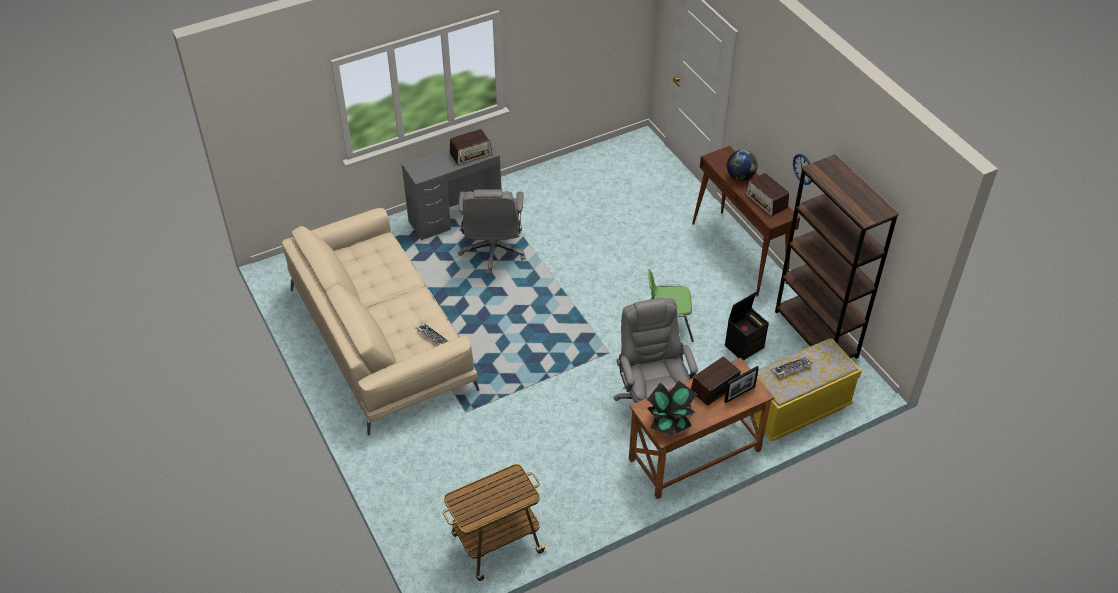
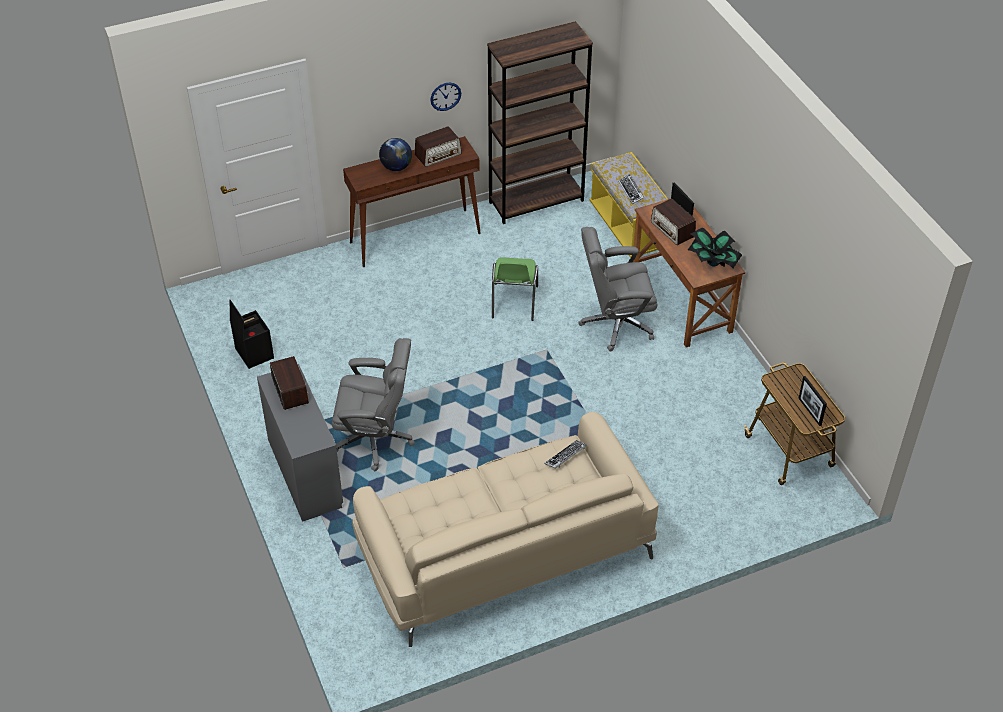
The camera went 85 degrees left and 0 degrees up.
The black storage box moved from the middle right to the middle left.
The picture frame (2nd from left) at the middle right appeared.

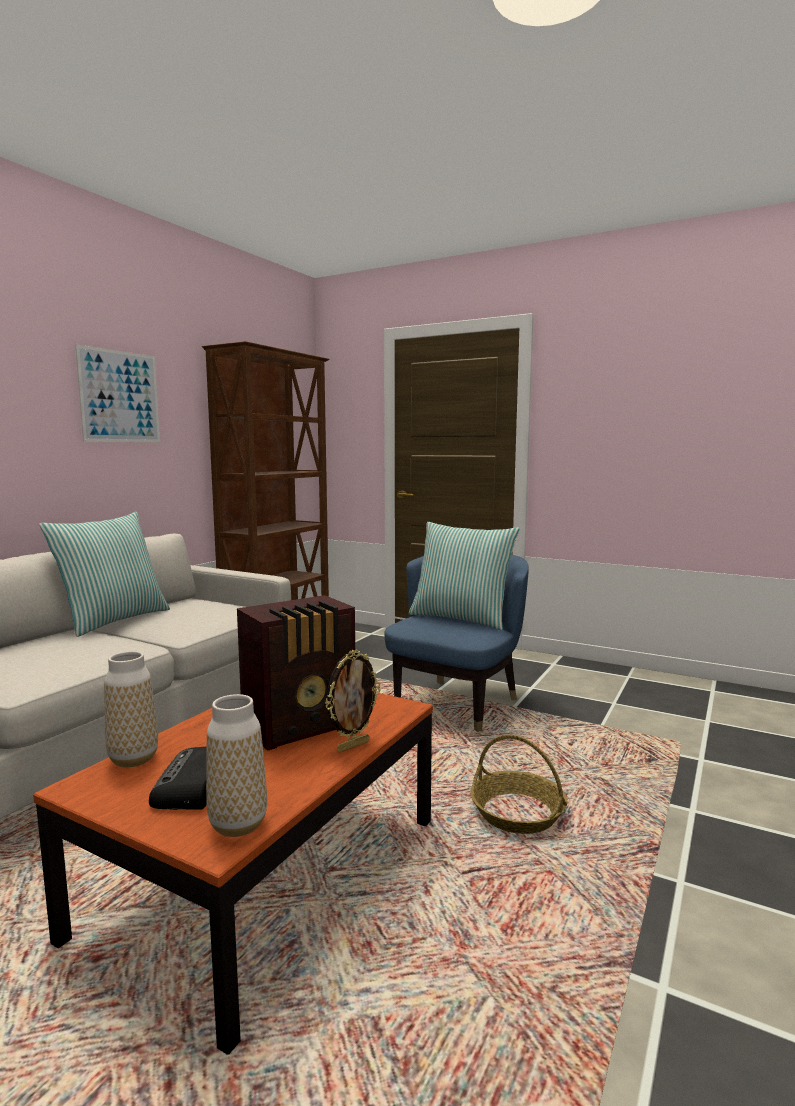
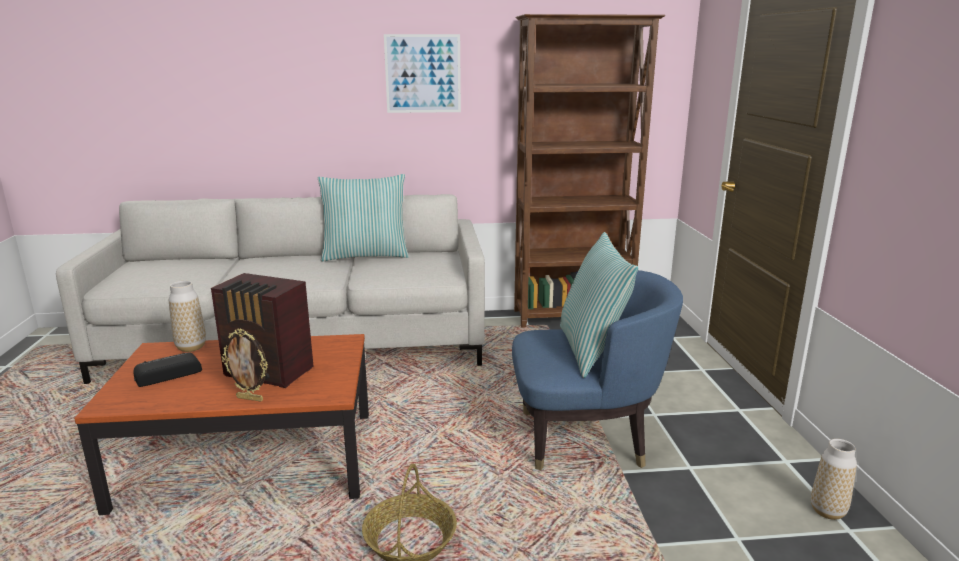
The camera went 55 degrees right and 10 degrees up.
The vase (2nd from left) moved from the bottom left to the bottom right.

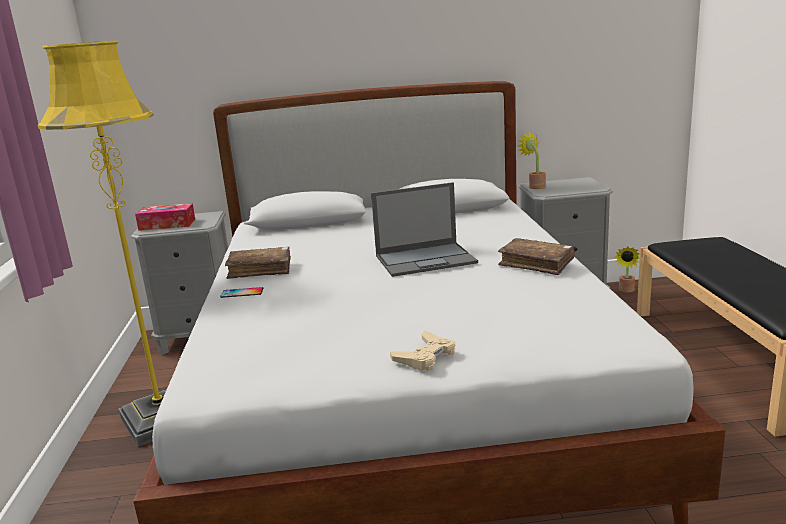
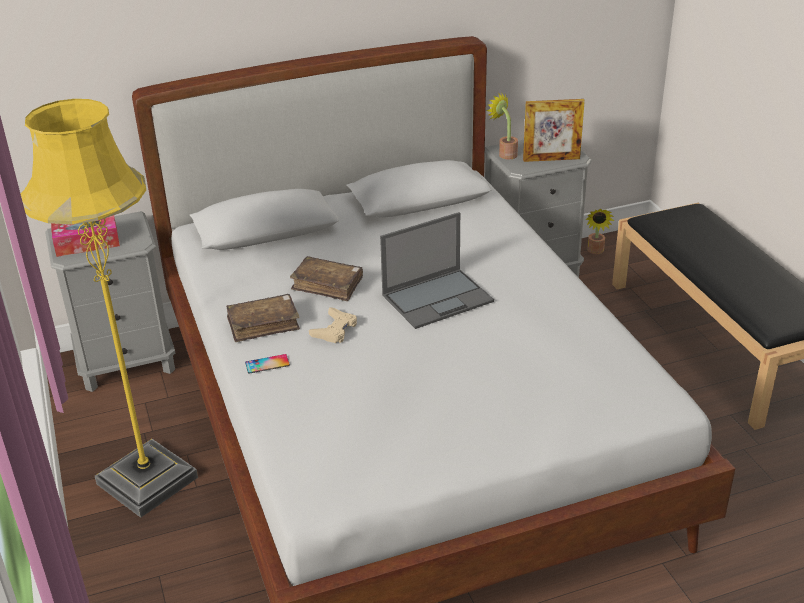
The camera went 15 degrees left and 15 degrees up.
The brown book (2nd from left) moved from the middle right to the centre.
The beige game controller moved from the bottom centre to the centre.
The picture frame at the top right appeared.

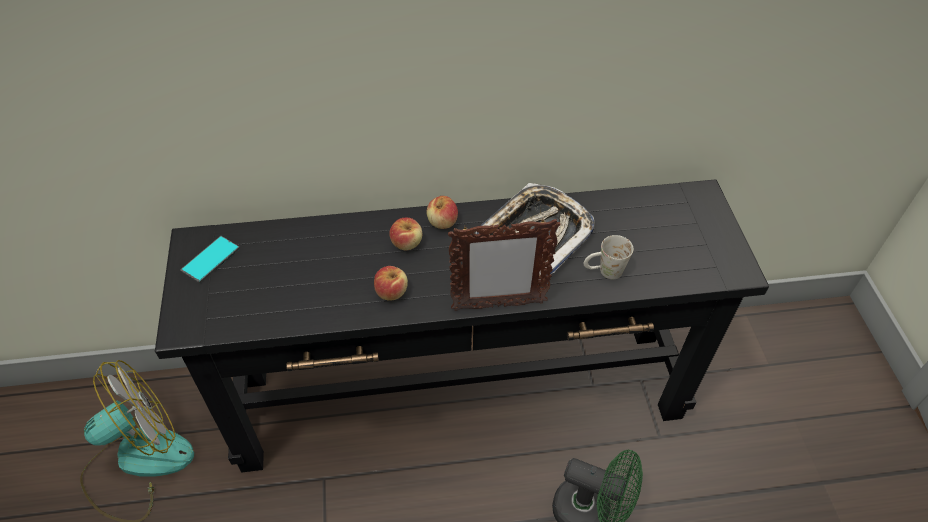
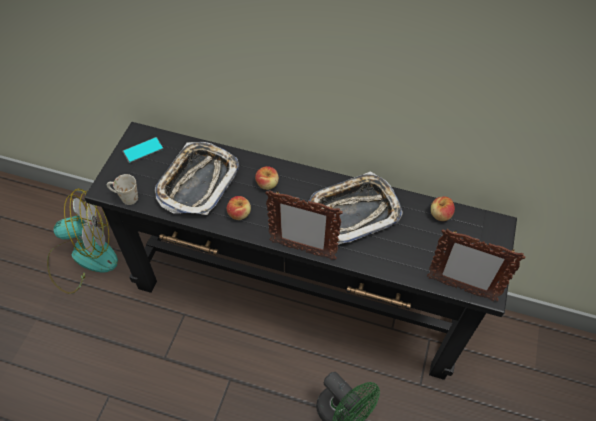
The camera went 25 degrees right and 5 degrees up.
The apple (3rd from left) moved from the centre to the middle right.
The white mug moved from the centre to the middle left.
The tray (1st from left) at the middle left appeared.
The picture frame (2nd from left) at the middle right appeared.

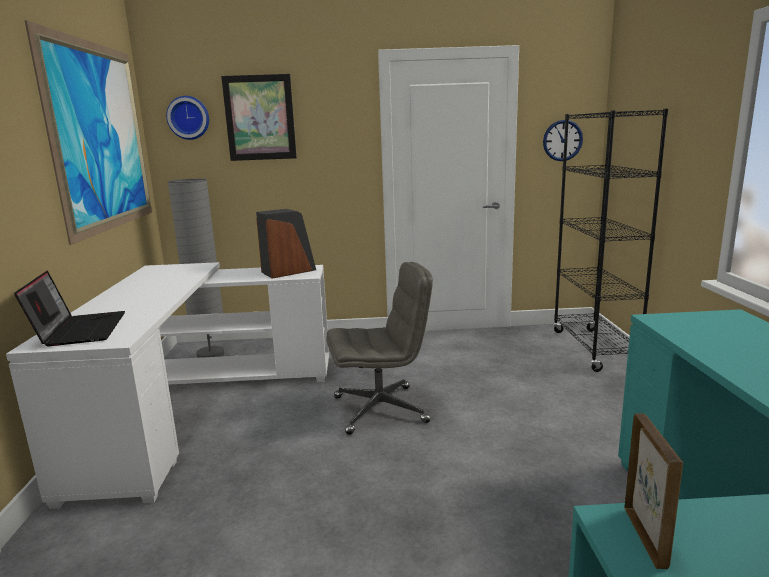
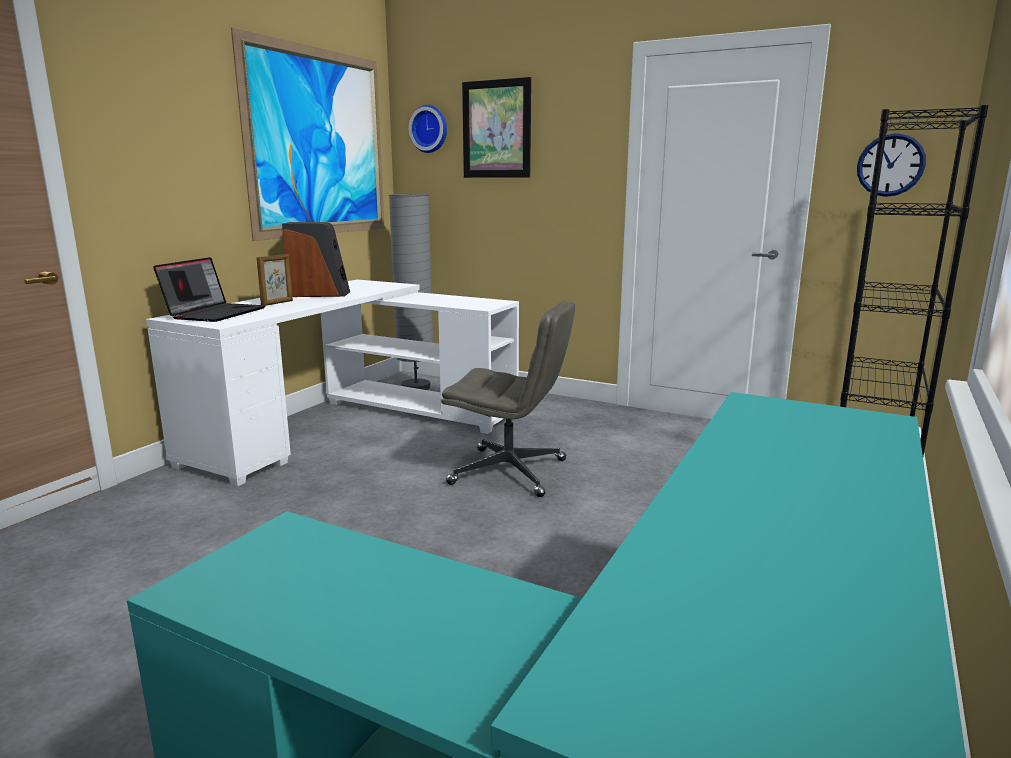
The camera went 30 degrees right and 0 degrees up.
The speaker moved from the centre to the middle left.
The picture frame moved from the bottom right to the middle left.

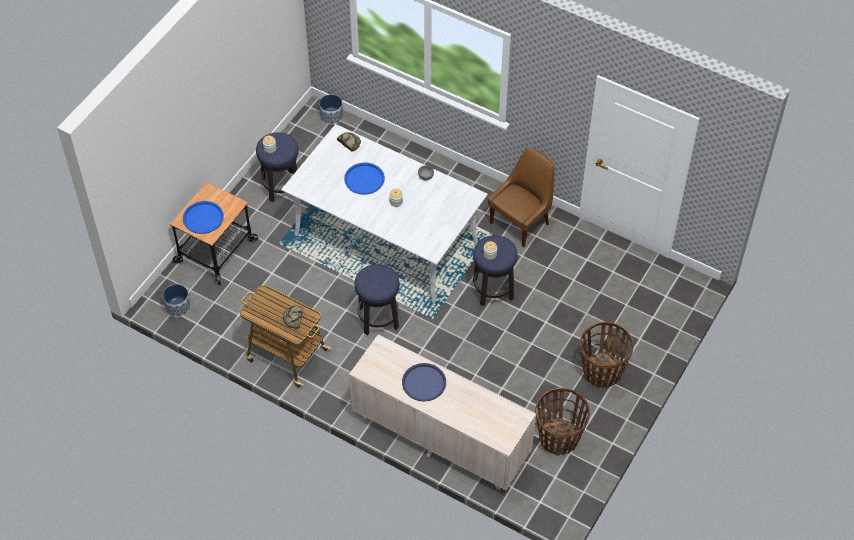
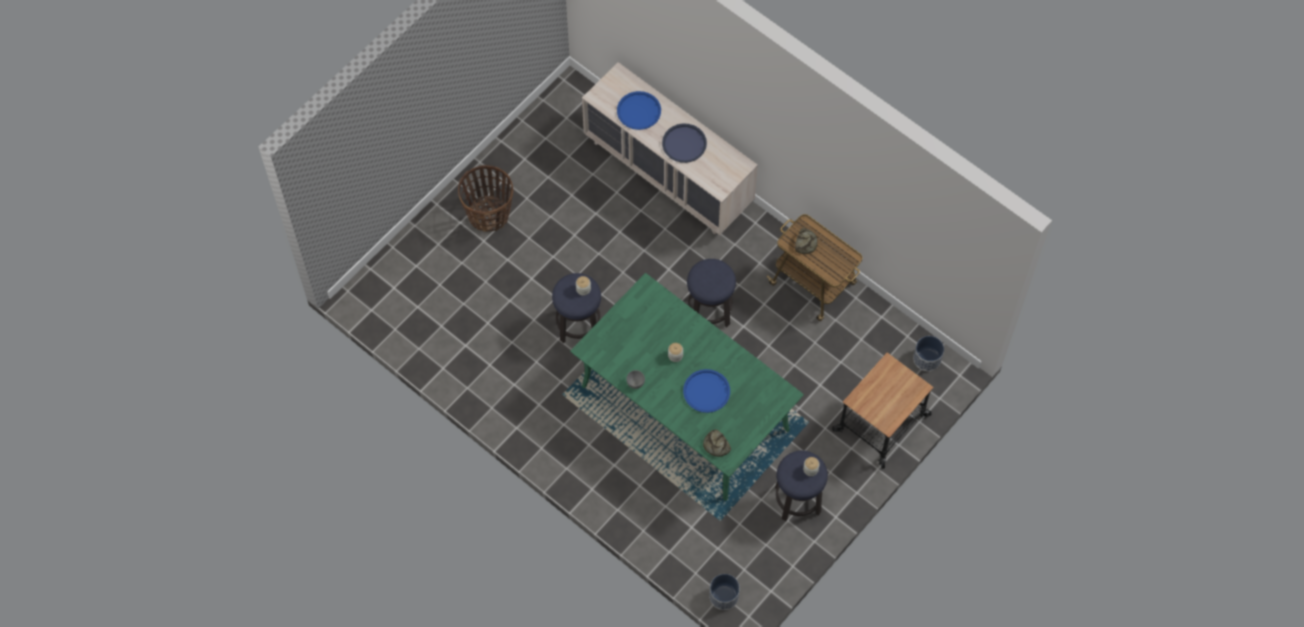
The camera went 170 degrees left and 10 degrees up.
The white dining table at the centre became the green dining table at the centre.
The brown chair at the centre disappeared.
The blue tray (1st from left) moved from the middle left to the top centre.
The basket (1st from left) at the bottom centre disappeared.

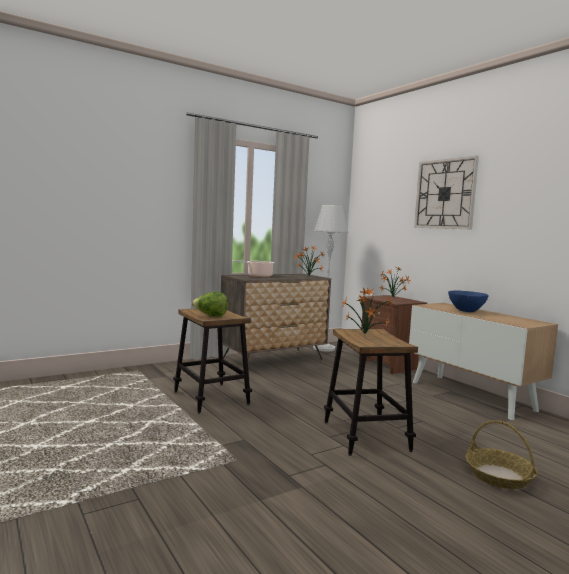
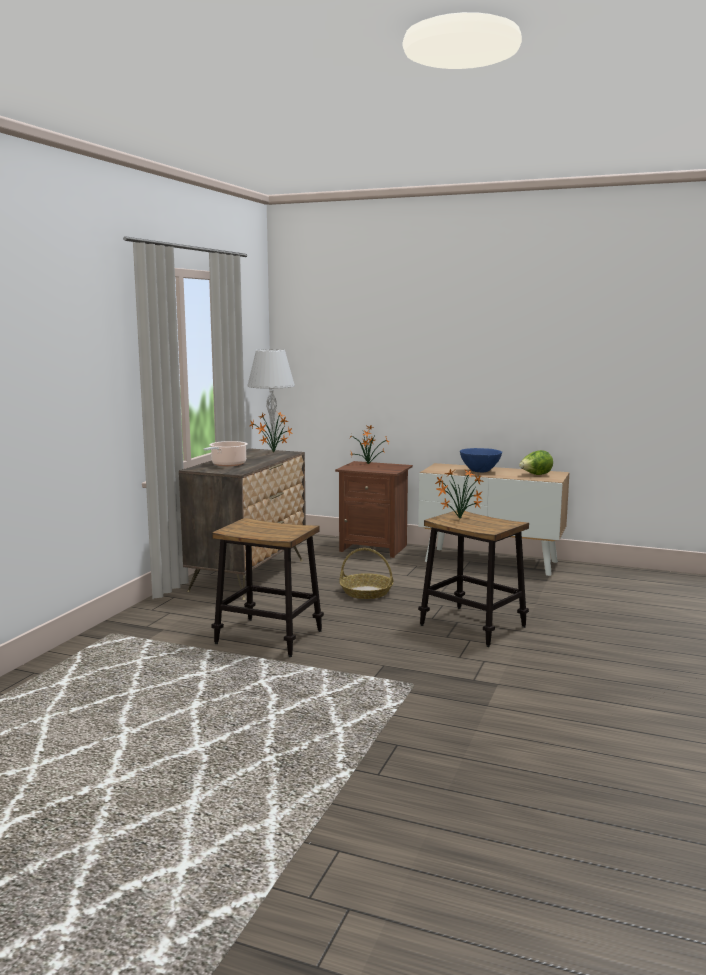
The camera went 35 degrees left and 5 degrees up.
The wall clock at the middle right disappeared.
The lettuce moved from the centre to the middle right.
The basket moved from the bottom right to the centre.

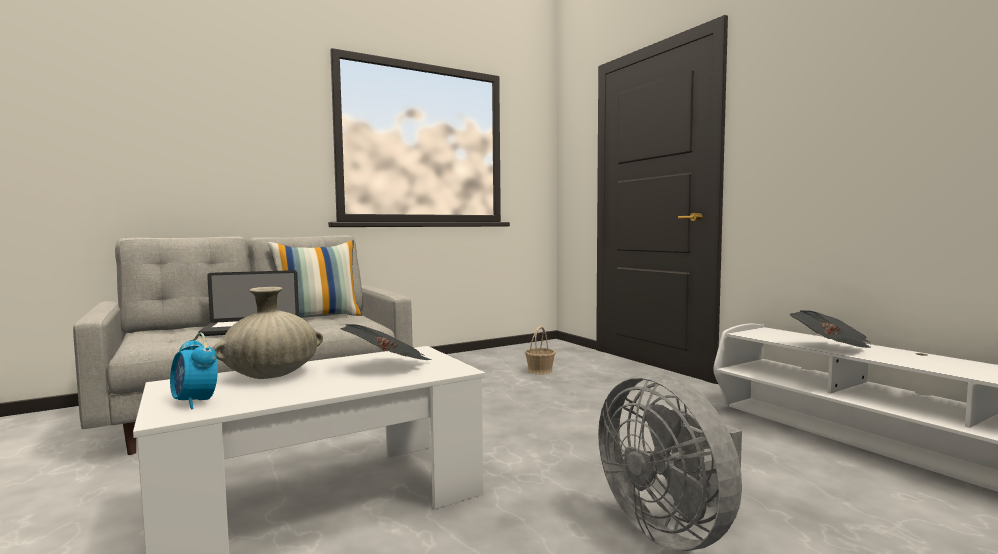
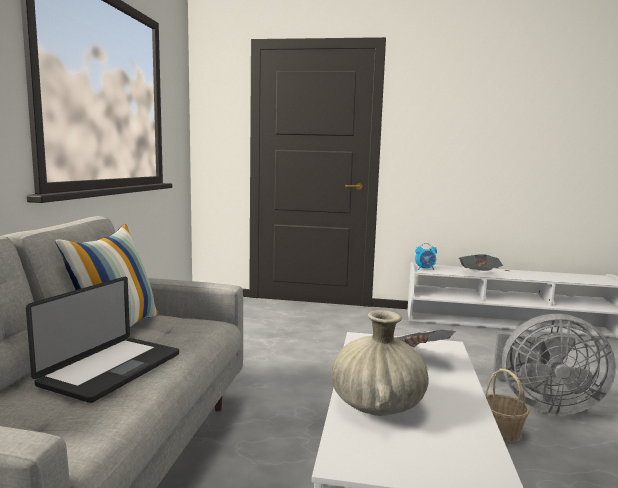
The camera went 50 degrees left and 5 degrees up.
The basket moved from the centre to the bottom right.
The alarm clock moved from the bottom left to the middle right.

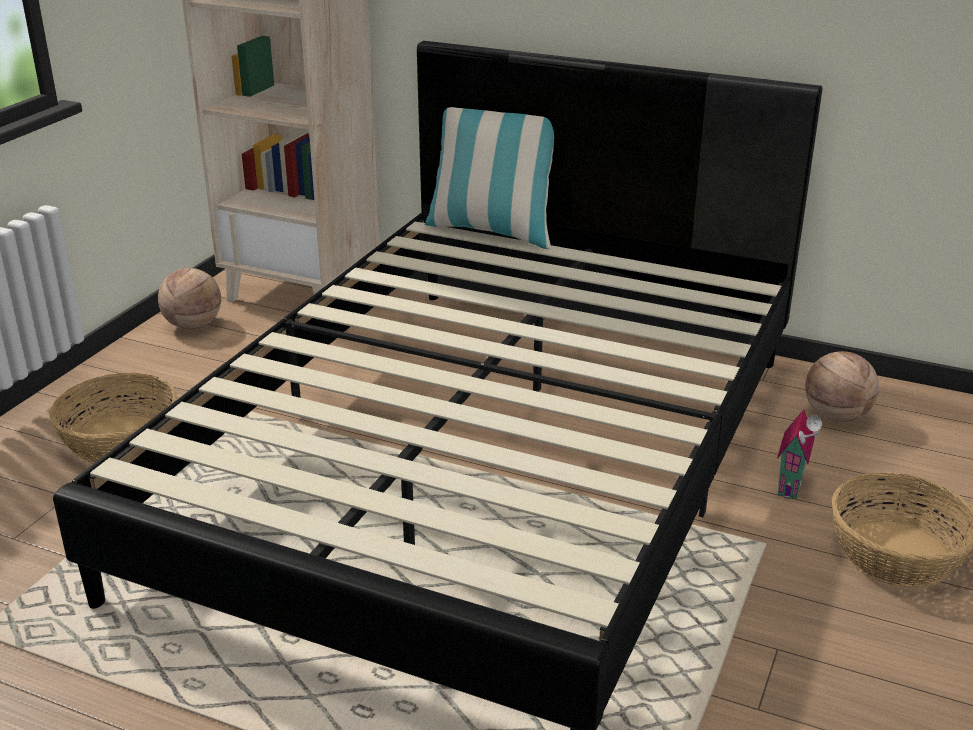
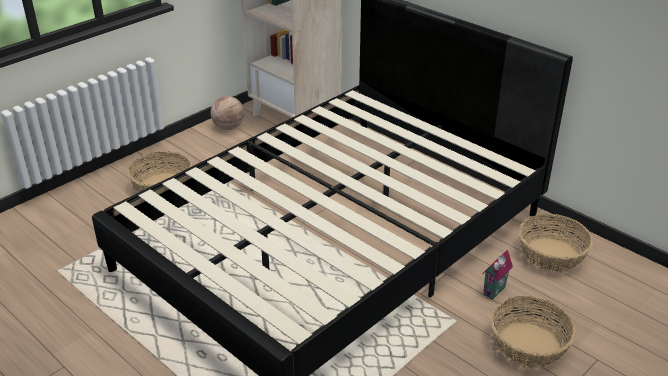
The camera went 20 degrees right and 5 degrees up.
The pillow at the top centre disappeared.
The basketball (2nd from left) at the middle right was replaced by the basket (3rd from left) at the middle right.

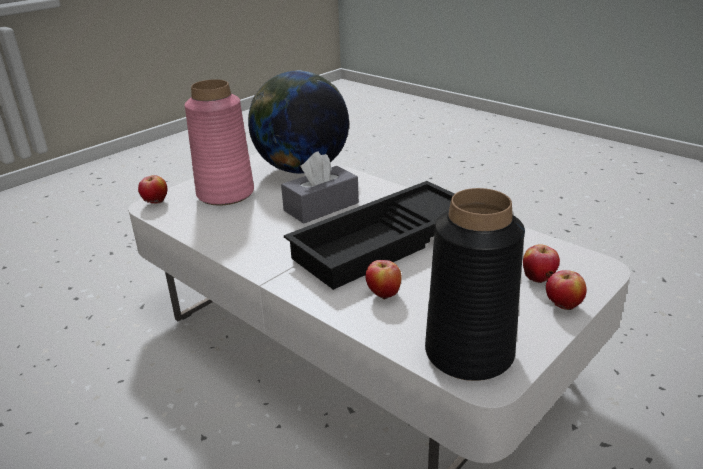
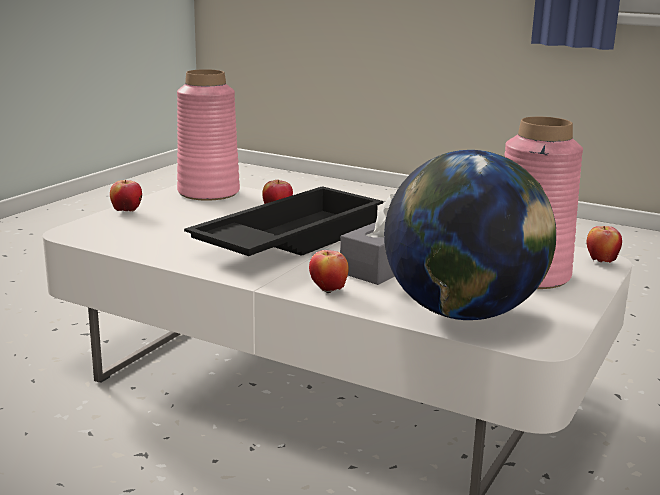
The camera went 165 degrees right and 10 degrees down.
The black vase at the middle right became the pink vase (1st from left) at the top left.
The apple (3rd from left) moved from the middle right to the centre.

